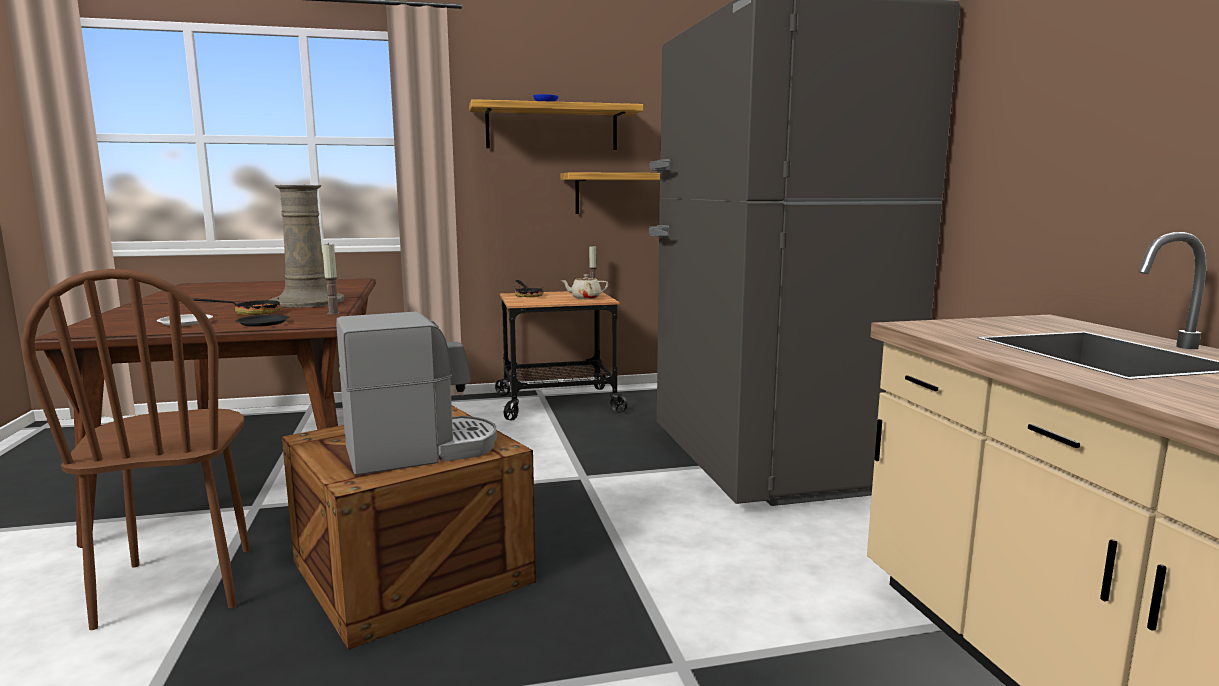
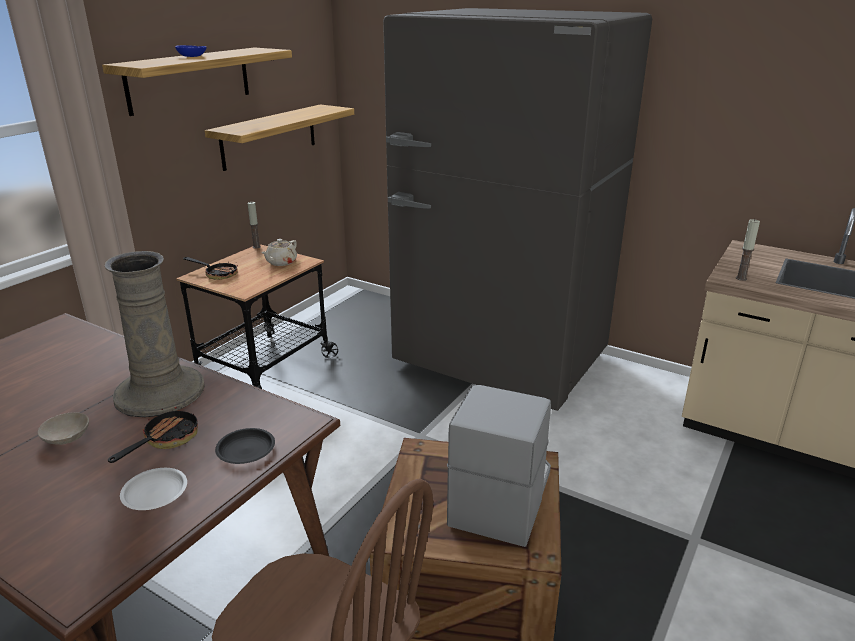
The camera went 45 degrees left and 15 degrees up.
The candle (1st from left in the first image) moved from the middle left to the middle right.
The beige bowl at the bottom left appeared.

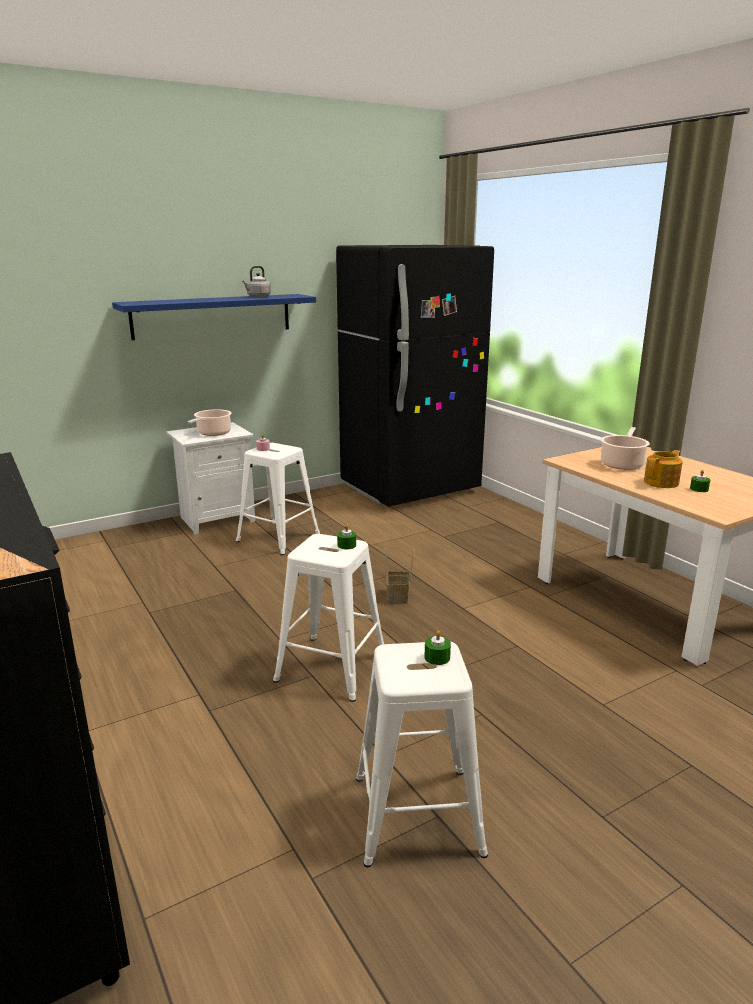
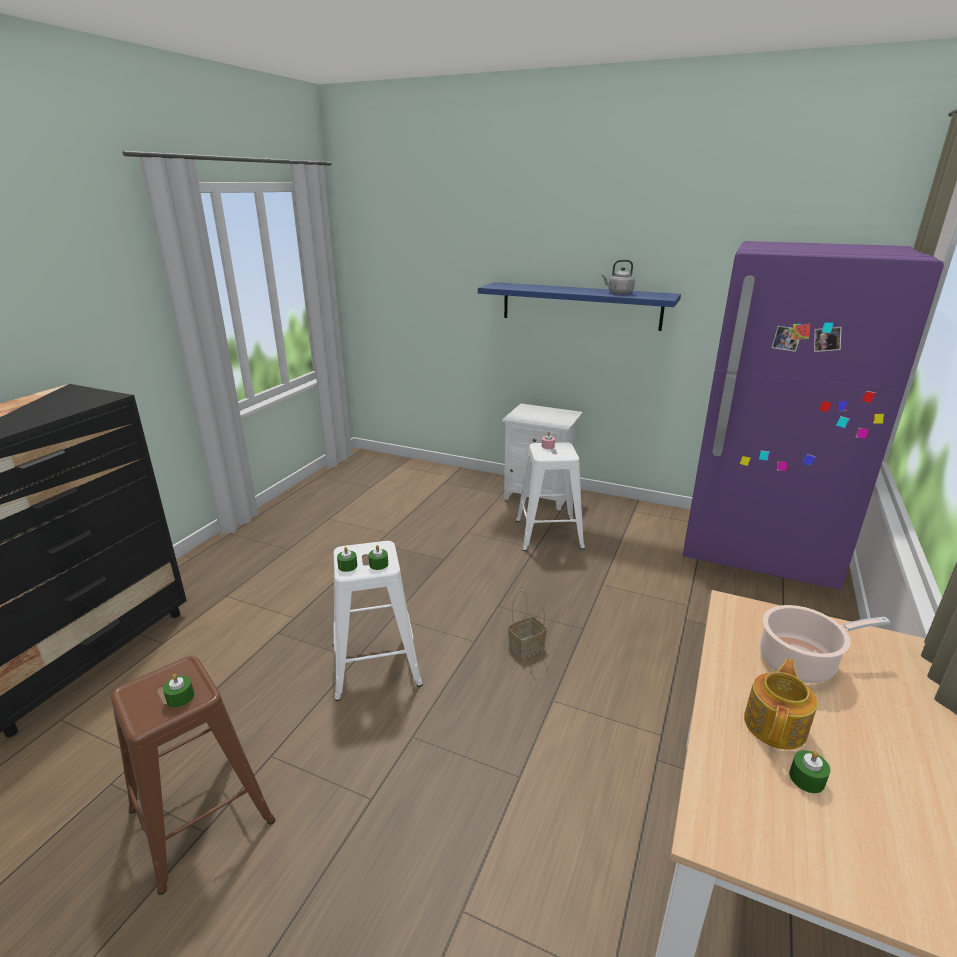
The camera went 55 degrees right and 5 degrees up.
The black fridge at the centre became the purple fridge at the middle right.
The cooking pot (1st from left) at the middle left disappeared.
The teapot at the middle right turned 75 degrees counterclockwise.
The white stool (3rd from left) at the bottom centre became the brown stool at the bottom left.
The green candle (2nd from left) at the centre appeared.

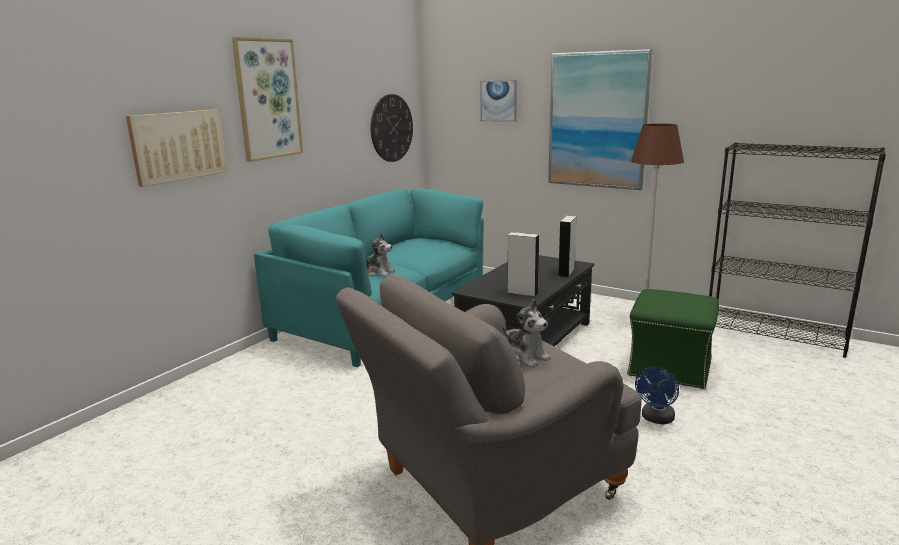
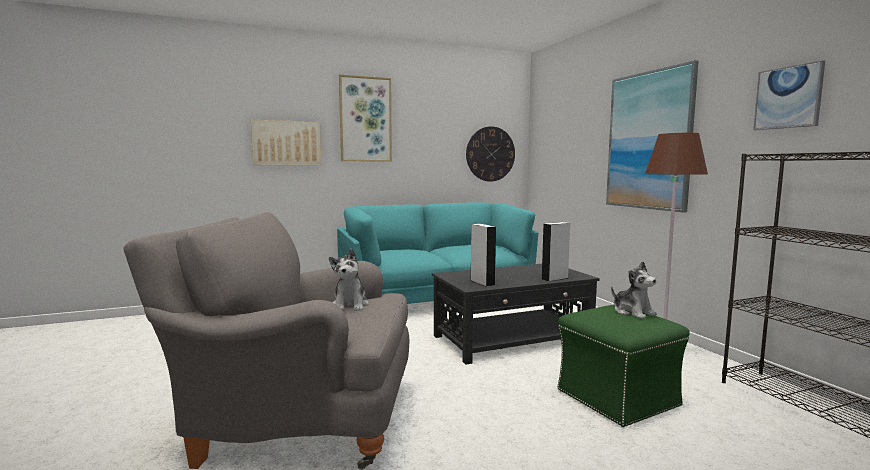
The camera went 35 degrees right and 10 degrees down.
The picture (3rd from left in the first image) moved from the top centre to the top right.
The plush toy (1st from left in the first image) moved from the centre to the middle right.
The blue fan at the bottom right disappeared.

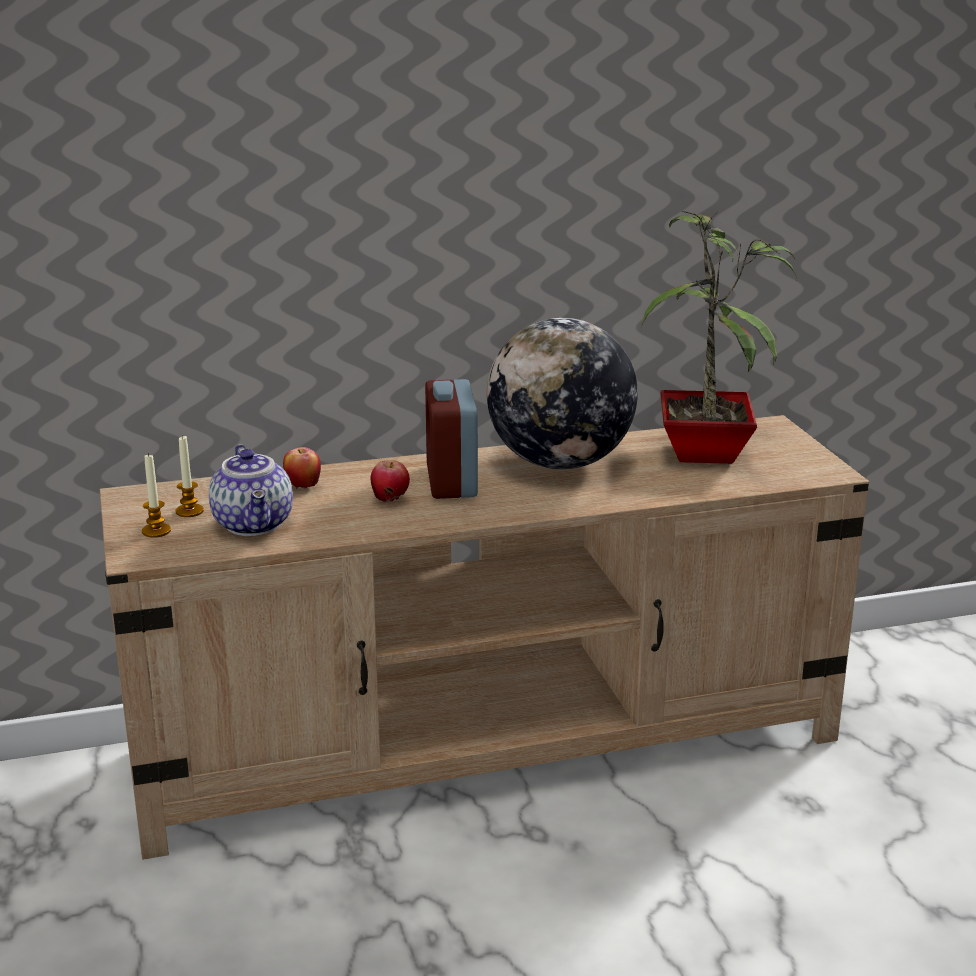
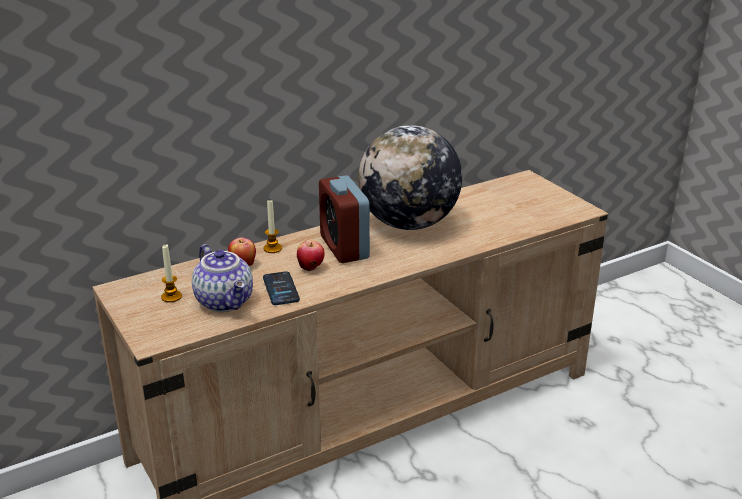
The camera went 15 degrees left and 5 degrees up.
The potted plant at the middle right disappeared.
The candle (1st from left in the first image) moved from the middle left to the centre.
The phone at the centre appeared.

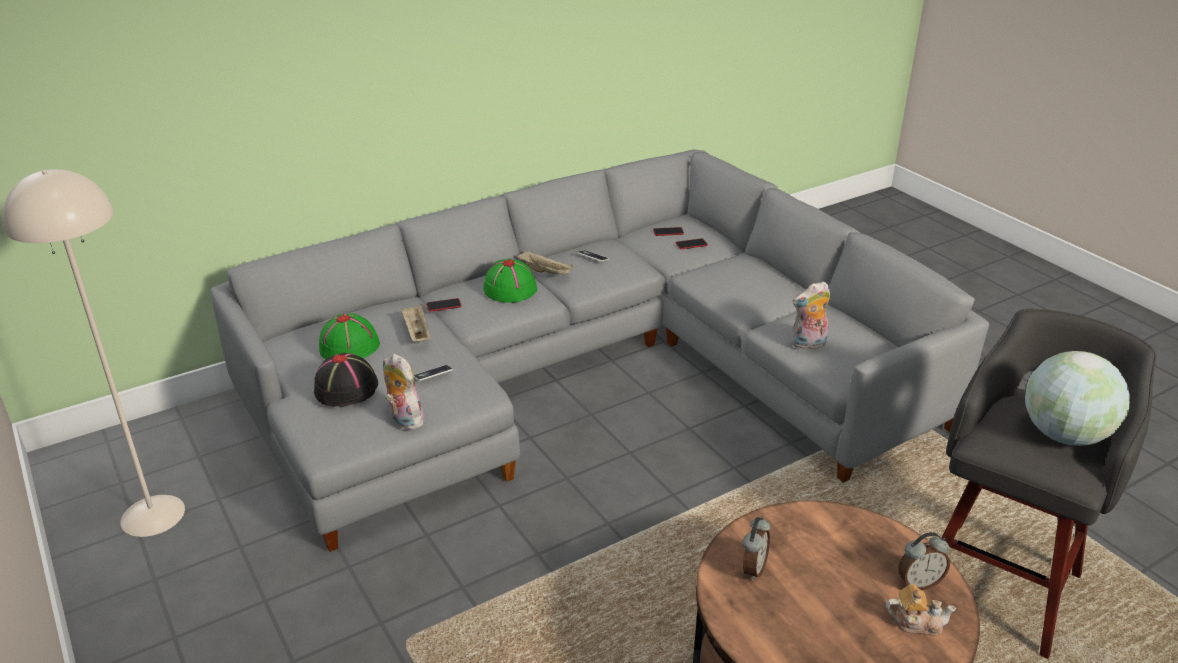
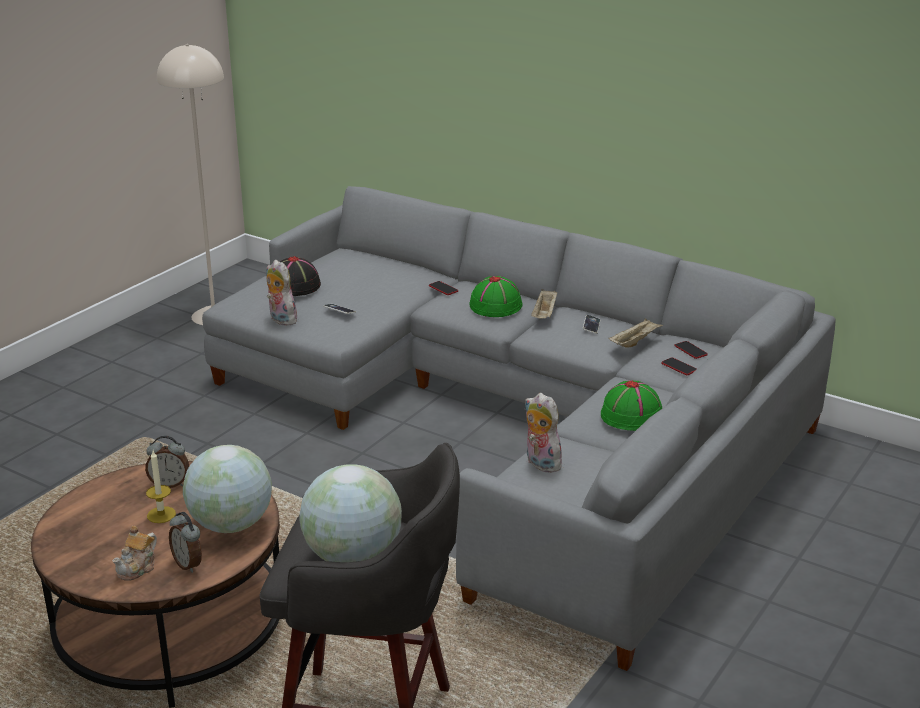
The camera went 65 degrees right and 5 degrees down.
The beige tray (1st from left in the first image) moved from the centre to the middle right.
The green hat (1st from left in the first image) moved from the middle left to the middle right.
The plush toy (1st from left) at the centre turned 60 degrees counterclockwise.
The teapot at the bottom right turned 45 degrees clockwise.
The globe (1st from left) at the bottom left appeared.
The candle at the bottom left appeared.

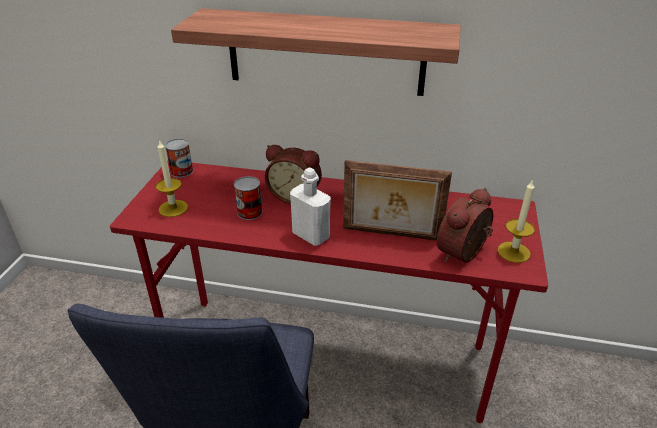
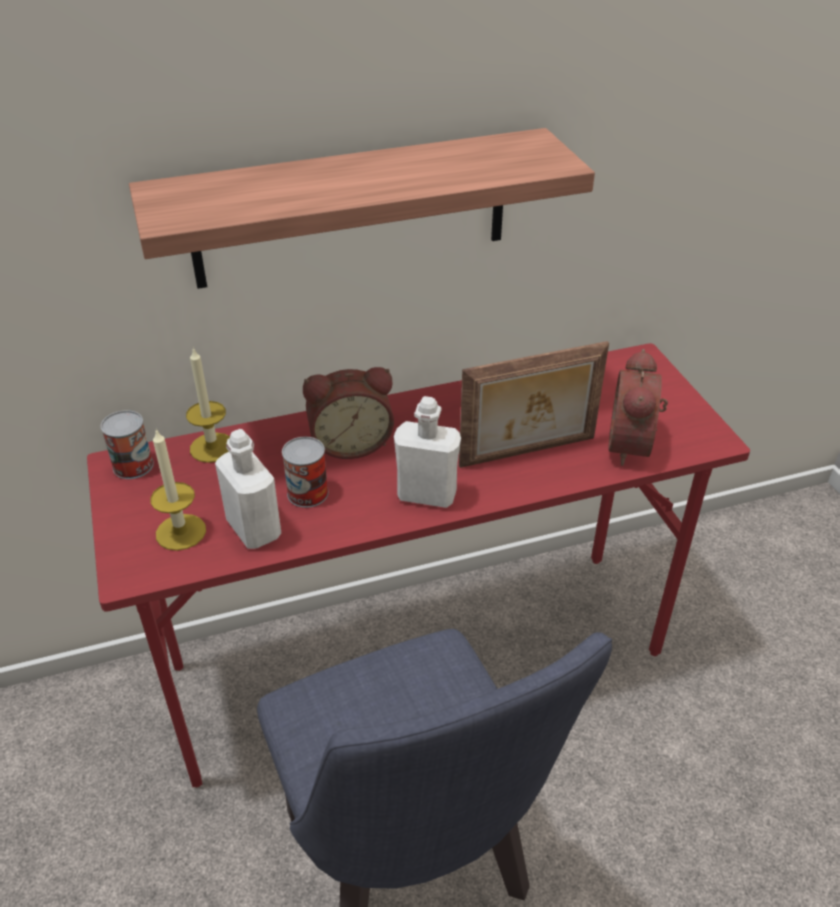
The camera went 30 degrees left and 5 degrees up.
The candle (2nd from left) moved from the middle right to the middle left.
The white bottle (1st from left) at the middle left appeared.

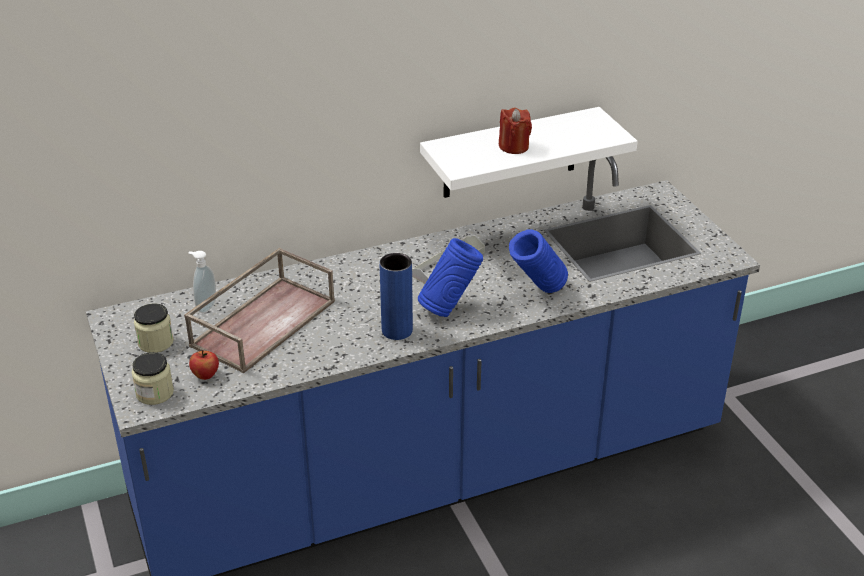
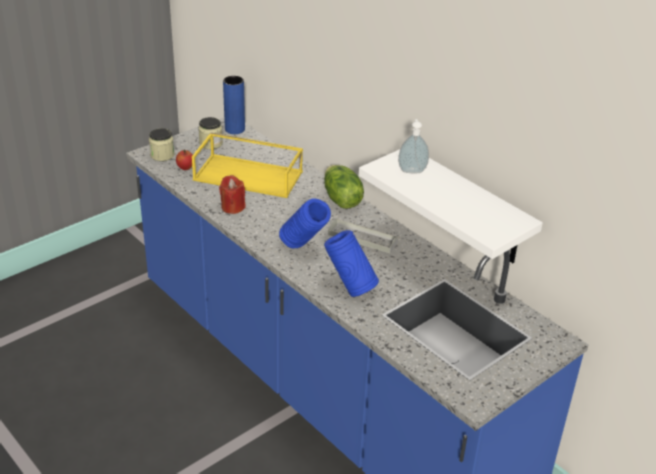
The camera went 70 degrees right and 0 degrees up.
The red candle moved from the top centre to the centre.
The brown tray at the middle left became the yellow tray at the centre.
The soap dispenser moved from the middle left to the top centre.
The blue vase (1st from left) moved from the centre to the top centre.
The lettuce at the centre appeared.

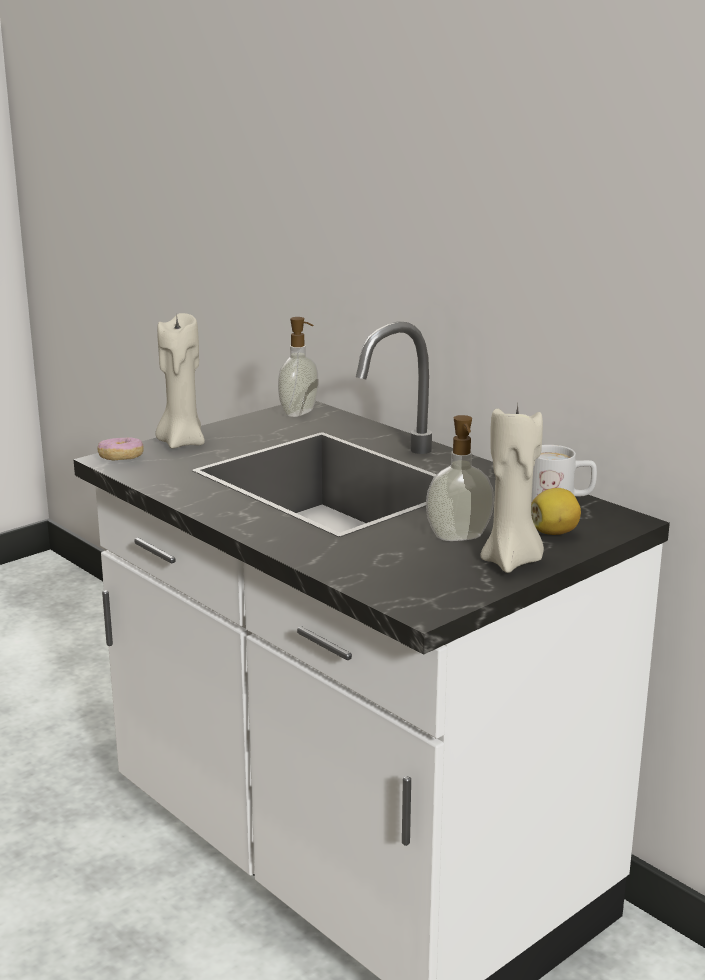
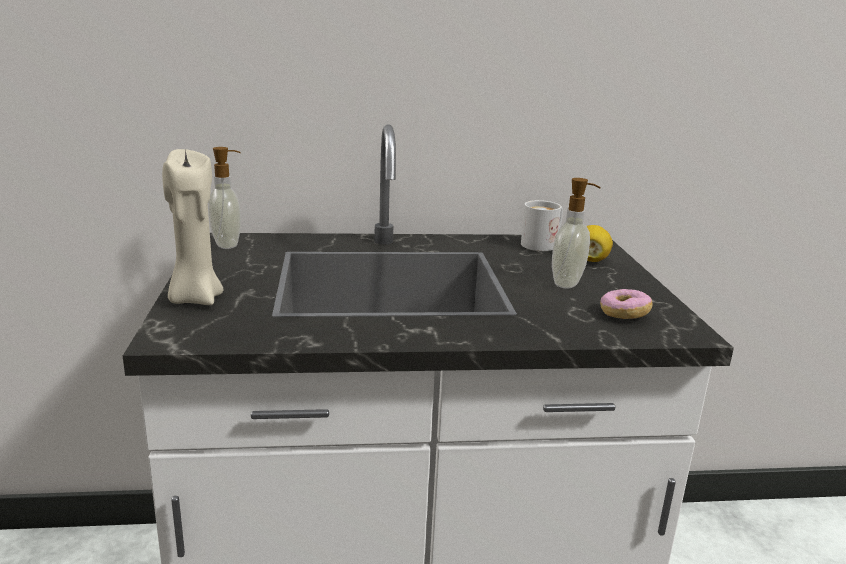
The camera went 55 degrees left and 0 degrees up.
The beige candle (2nd from left) at the middle right disappeared.
The donut moved from the middle left to the middle right.

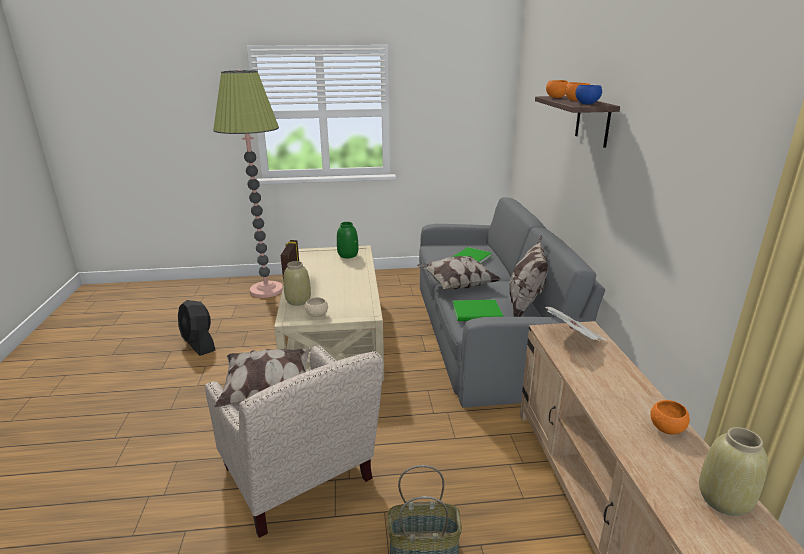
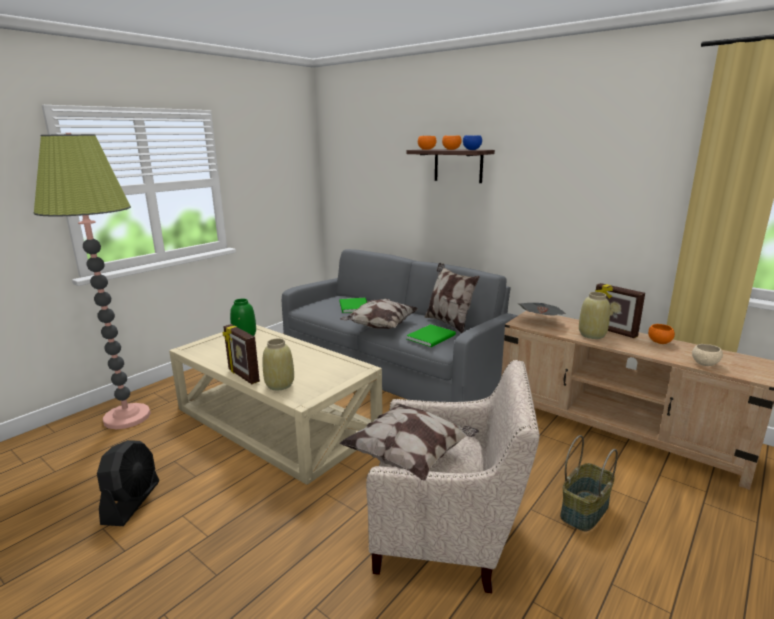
The camera went 45 degrees left and 5 degrees down.
The beige bowl moved from the centre to the middle right.
The black fan at the middle left turned 90 degrees counterclockwise.
The beige vase (2nd from left) moved from the bottom right to the middle right.
The picture frame (2nd from left) at the middle right appeared.

